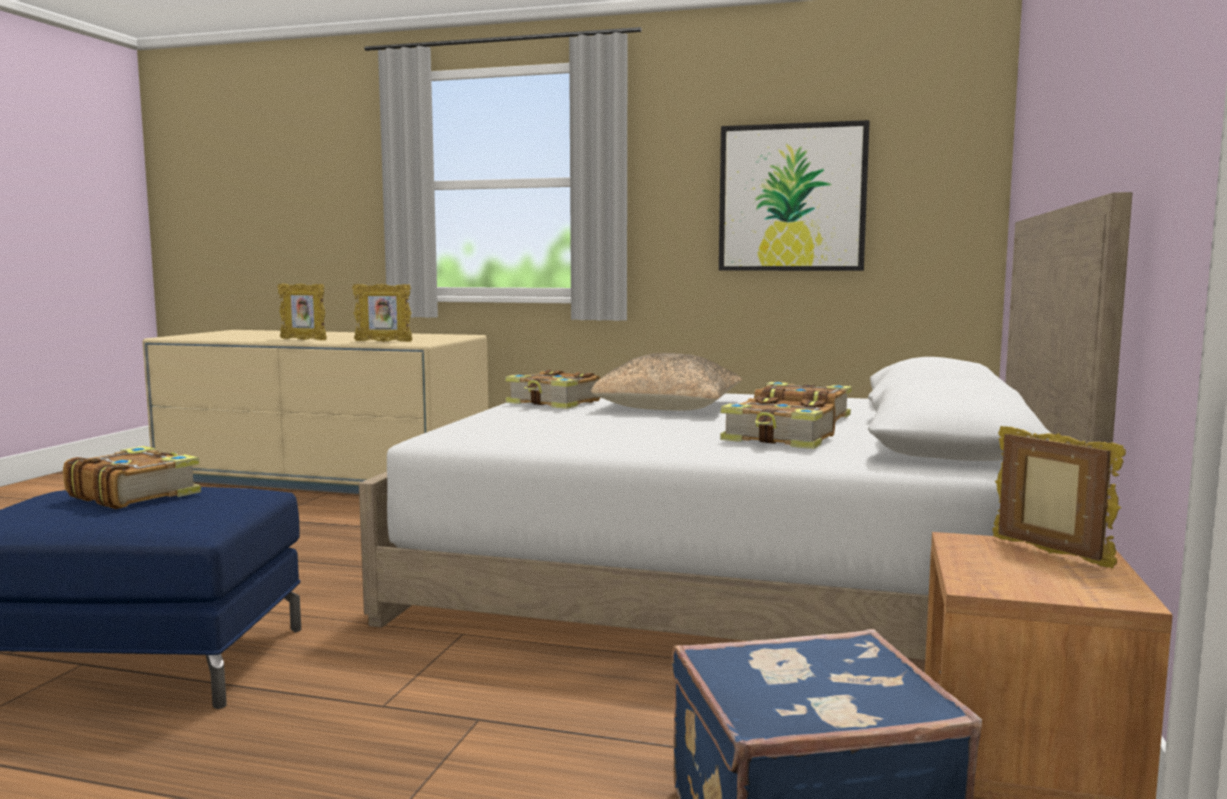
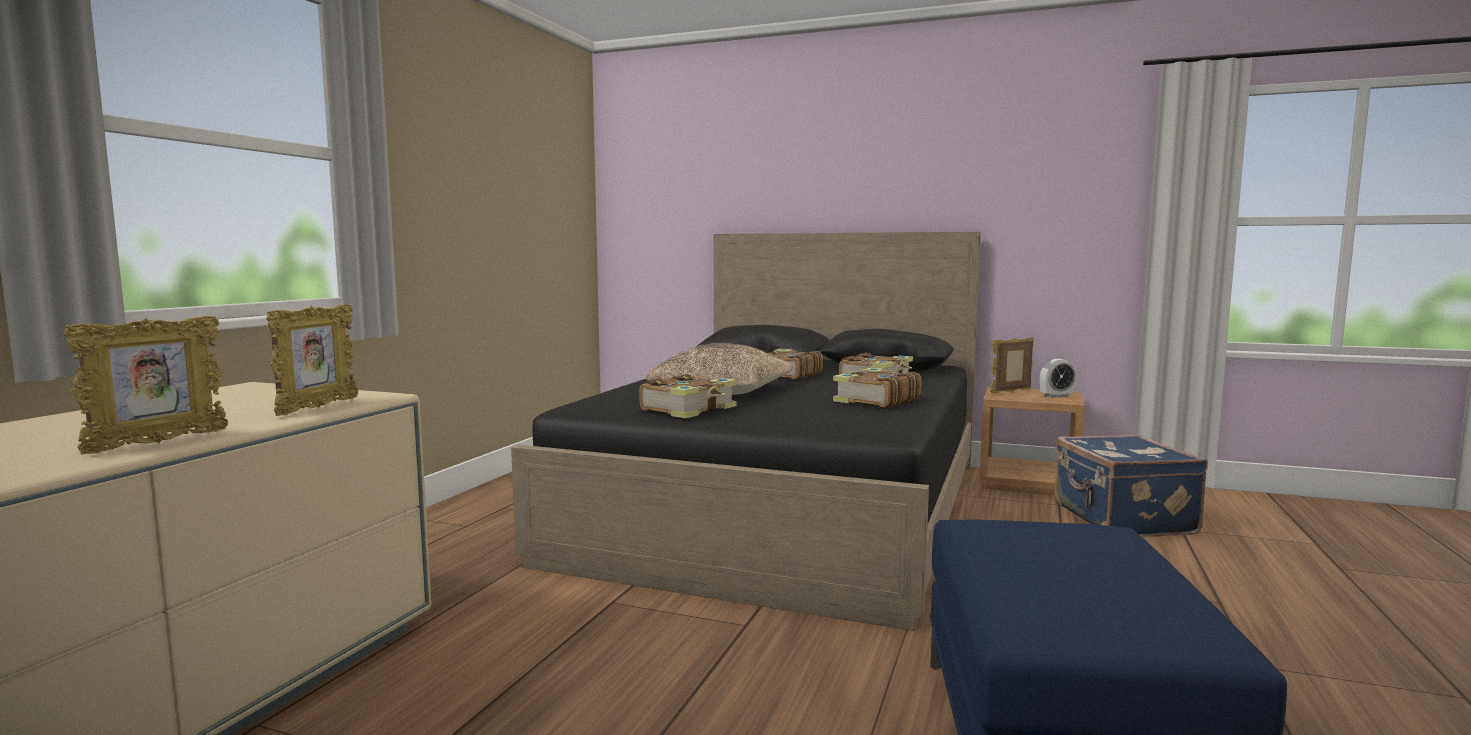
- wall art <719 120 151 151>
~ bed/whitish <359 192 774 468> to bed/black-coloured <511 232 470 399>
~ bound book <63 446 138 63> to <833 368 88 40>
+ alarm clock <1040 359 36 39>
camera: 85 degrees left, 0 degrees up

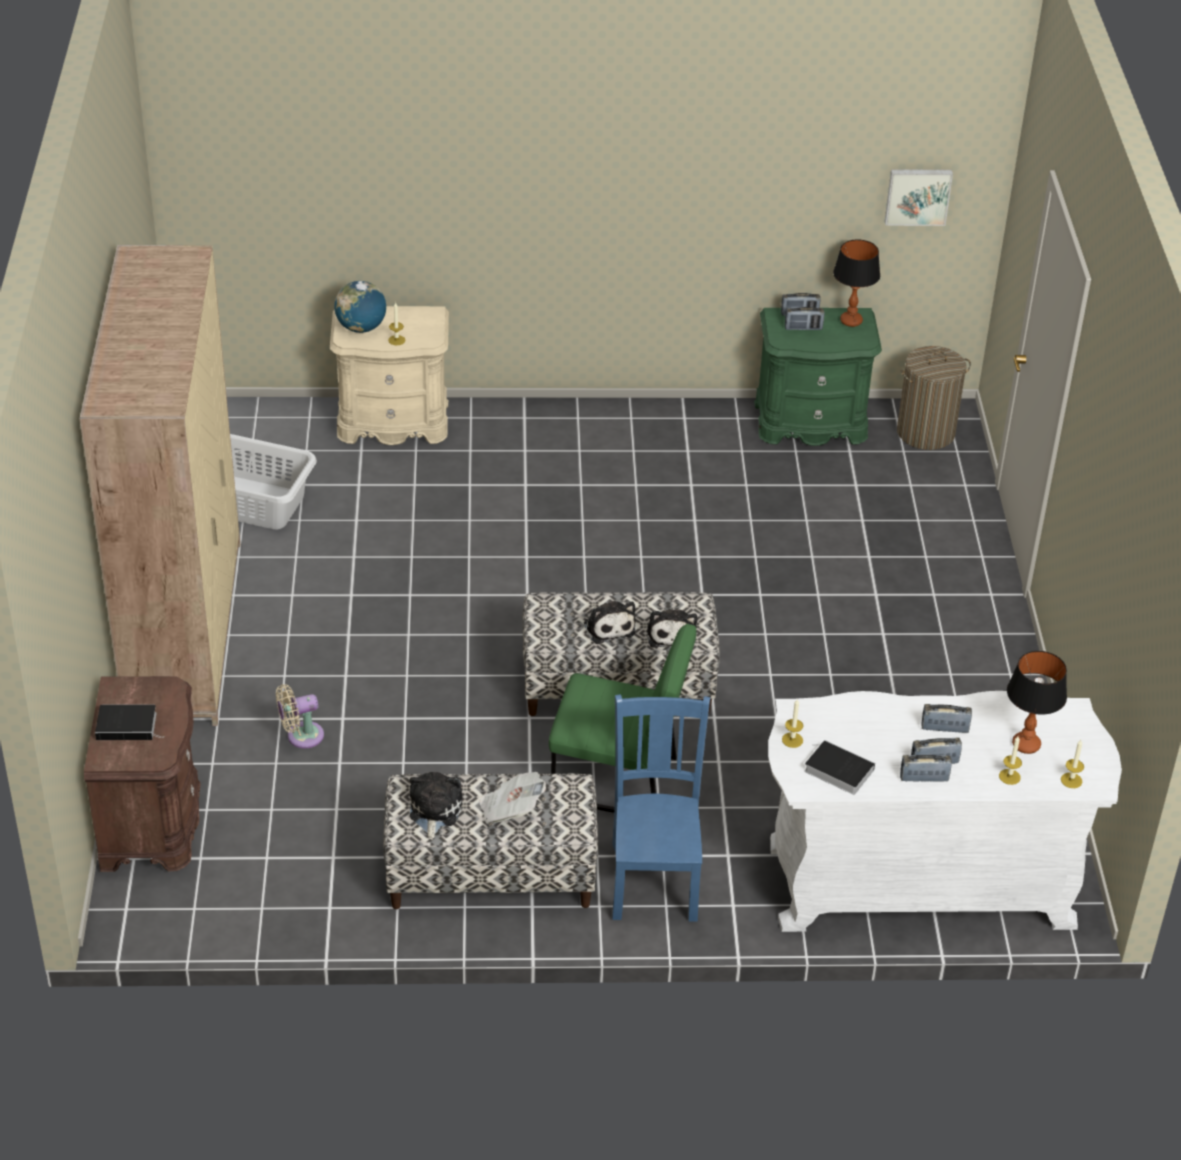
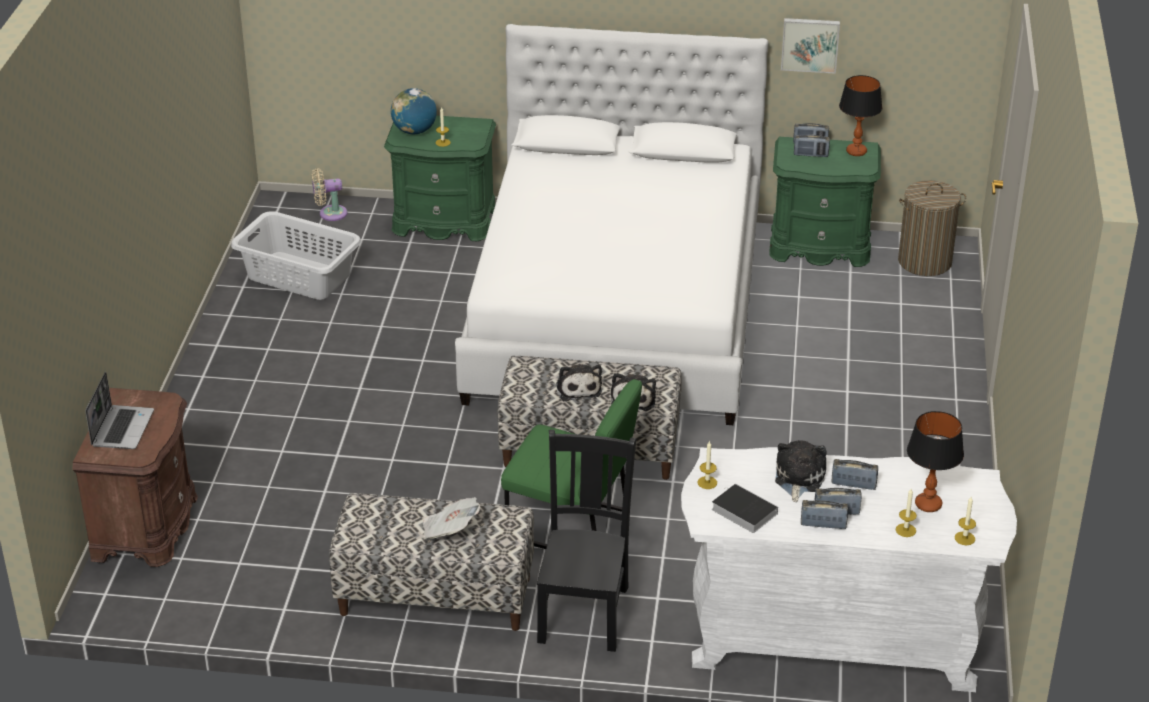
~ wall art <885 169 68 57> to <781 18 59 56>
- clothes cupboard/beige <80 245 160 481>
~ nightstand/beige <330 306 119 139> to nightstand/green <384 116 112 125>
~ electric fan/beige <276 684 48 64> to <312 168 35 53>
~ upright chair/bluish <612 694 98 228> to upright chair/black-coloured <537 430 99 222>
~ bound book <95 704 69 36> to portable computer <85 371 69 78>
~ plush toy <410 772 52 68> to <775 440 51 62>
+ bed/whitish <455 24 313 401>
camera: 10 degrees right, 5 degrees down

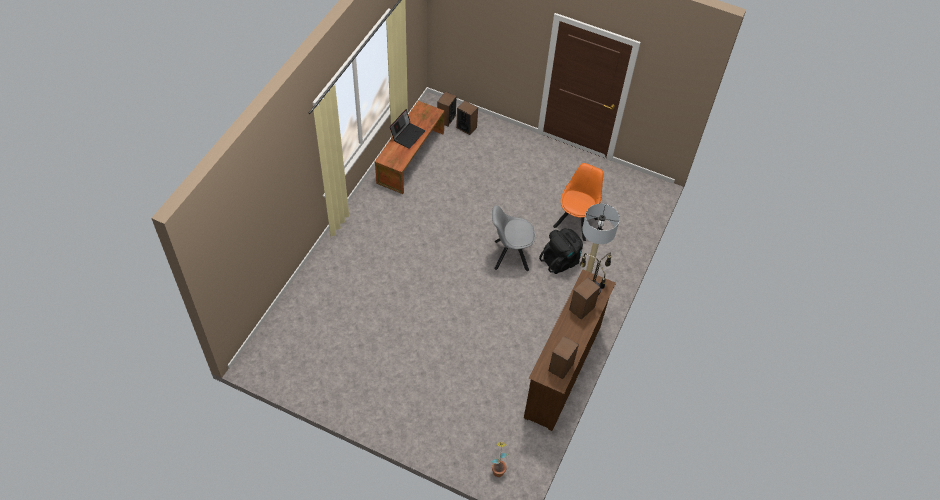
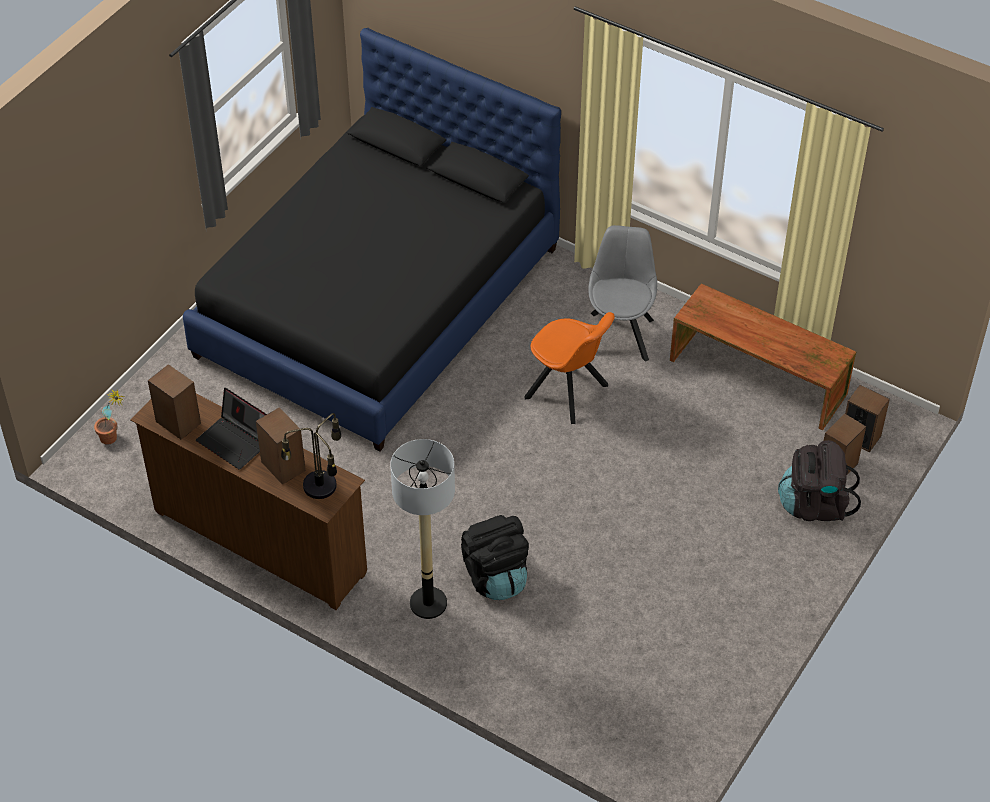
~ portable computer <390 109 35 40> to <196 388 71 82>
~ upright chair/orange-coloured <553 163 50 78> to <525 312 90 112>
~ upright chair/grey <492 205 43 66> to <588 225 69 137>
+ bed/black-coloured <183 28 378 424>
+ rucksack/black-coloured <778 440 83 81>
camera: 100 degrees right, 5 degrees down

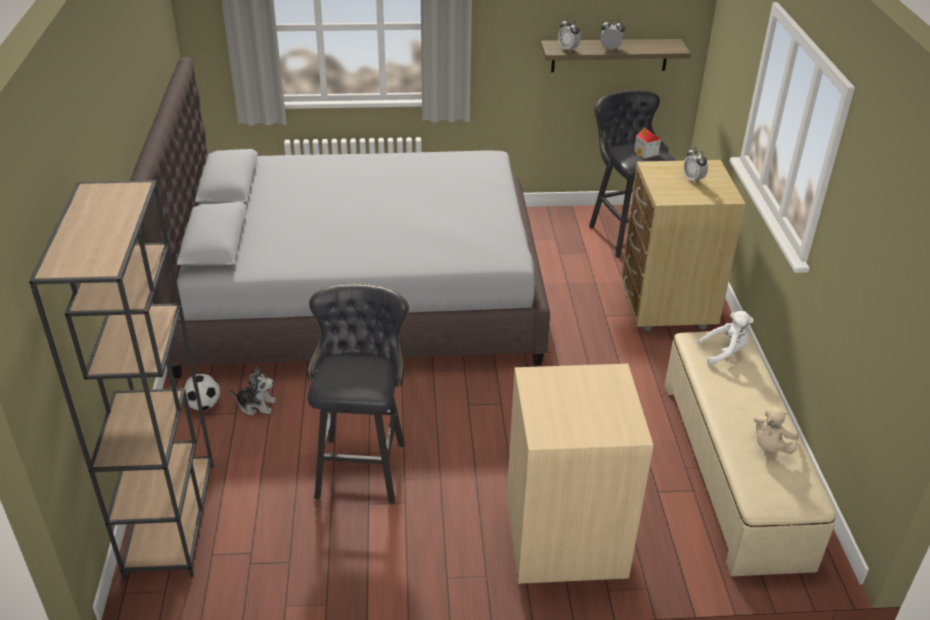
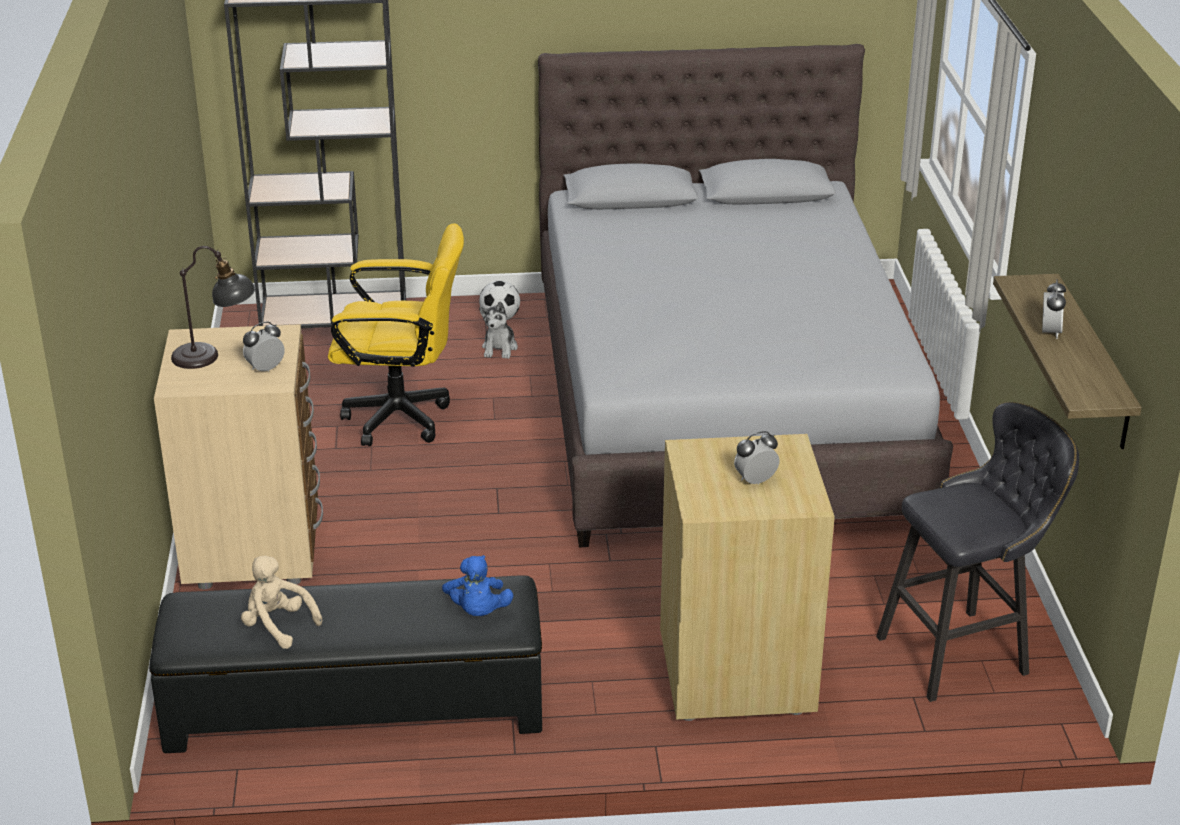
~ alarm clock <558 18 23 33> to <243 322 42 50>
- miniature house <634 127 27 32>
~ stool seat/black-coloured <307 284 102 220> to desk chair/yellow-coloured <328 224 136 223>
~ plush toy/whitish <697 311 57 54> to plush toy/bluish <442 555 71 61>
~ bench/beige <665 331 171 245> to bench/black-coloured <149 575 393 178>
+ table lamp/grey <171 246 84 123>
camera: 90 degrees right, 5 degrees down

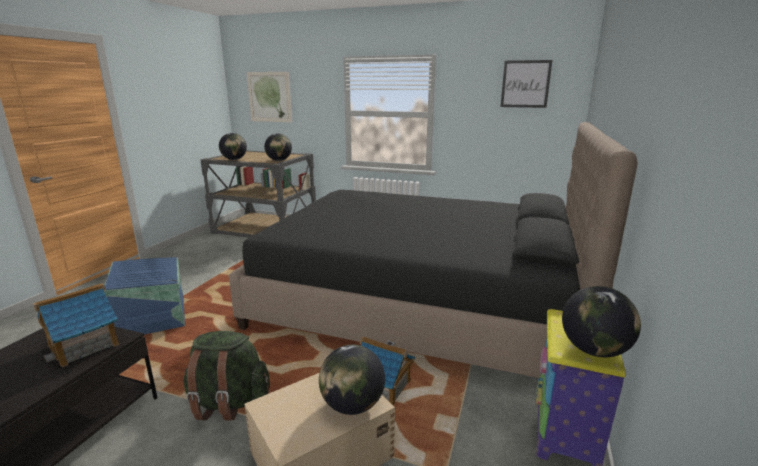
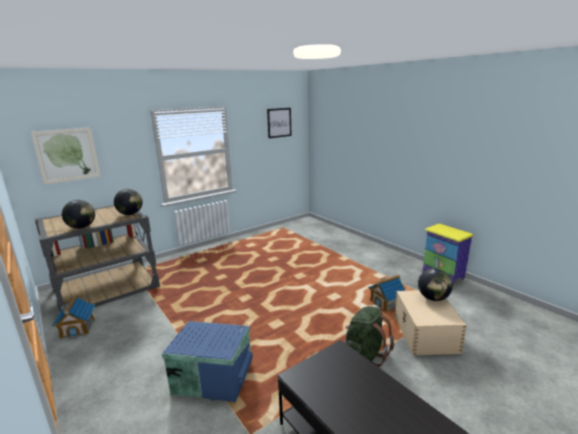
- bed/black-coloured <229 122 409 256>
~ miniature house <33 283 86 84> to <52 295 43 44>
- desk globe <562 286 79 71>
camera: 55 degrees left, 0 degrees up

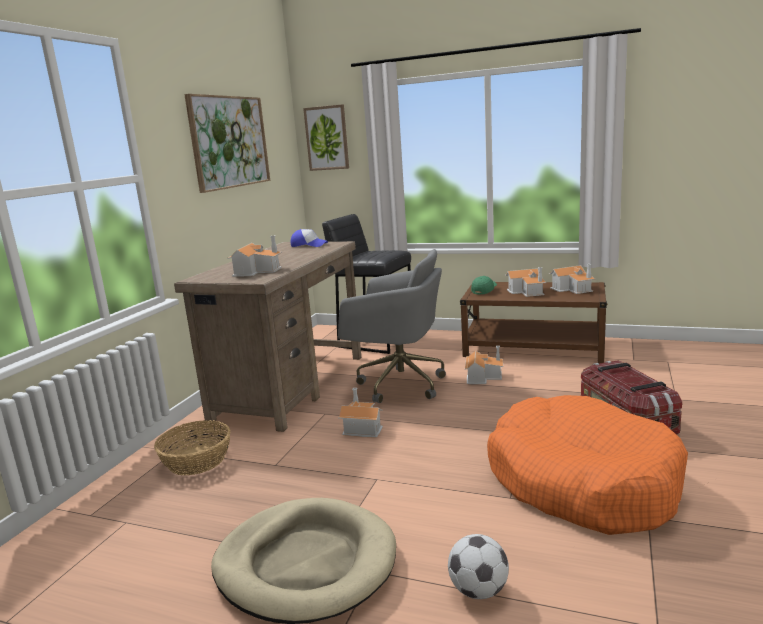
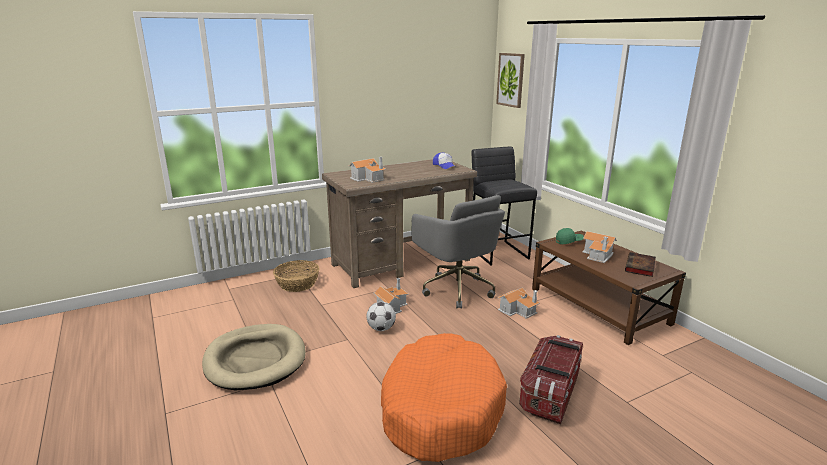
- wall art <184 94 86 99>
~ miniature house <549 264 46 30> to bound book <625 252 31 25>
~ football ball <448 534 61 65> to <367 302 29 29>
camera: 40 degrees right, 5 degrees up

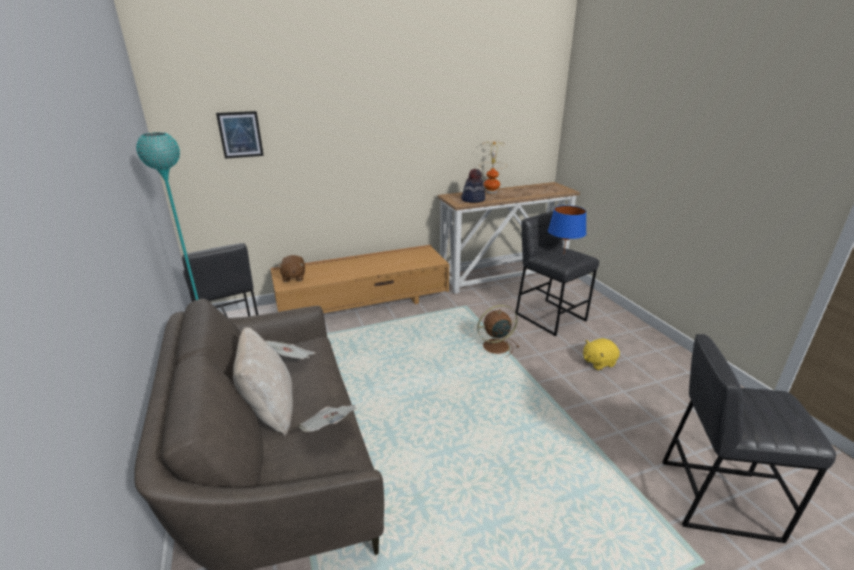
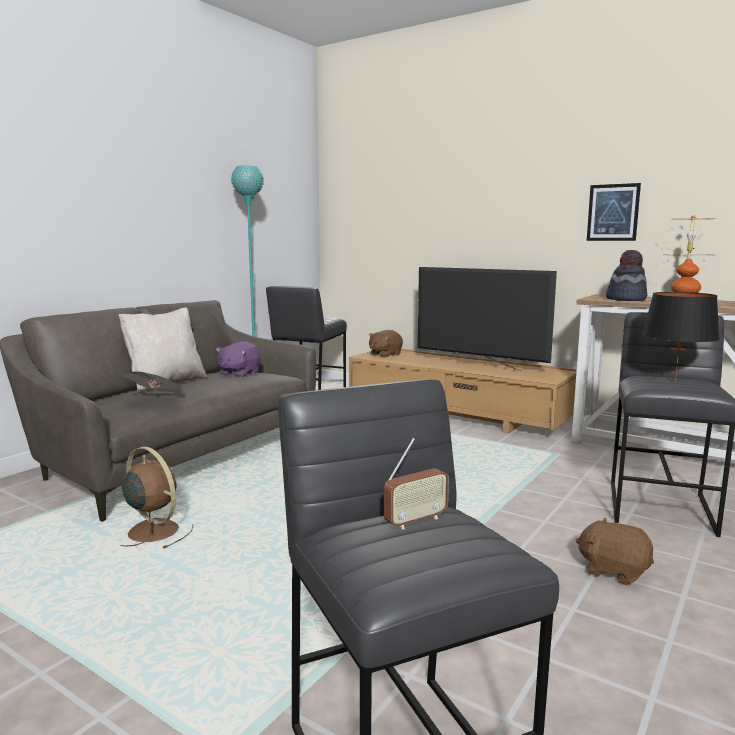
~ wall art <216 111 48 48> to <587 183 54 58>
~ table lamp/bluish <548 205 38 50> to table lamp/black-coloured <642 292 78 89>
~ electric fan/brown <477 305 42 52> to <121 447 72 102>
~ plush toy/yellow-coloured <583 338 37 33> to plush toy/brown <576 517 78 68>
~ newspaper <265 341 51 18> to plush toy/purple <216 342 45 36>
+ TV <418 267 139 104>
+ radio <384 438 65 92>
camera: 55 degrees right, 15 degrees down

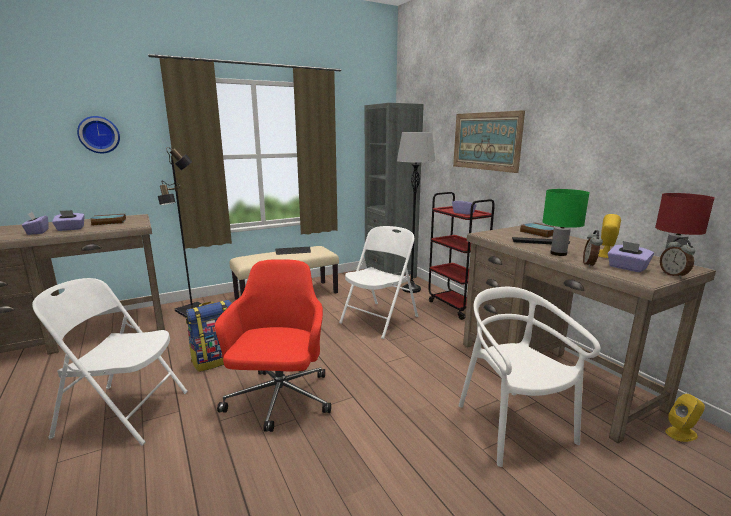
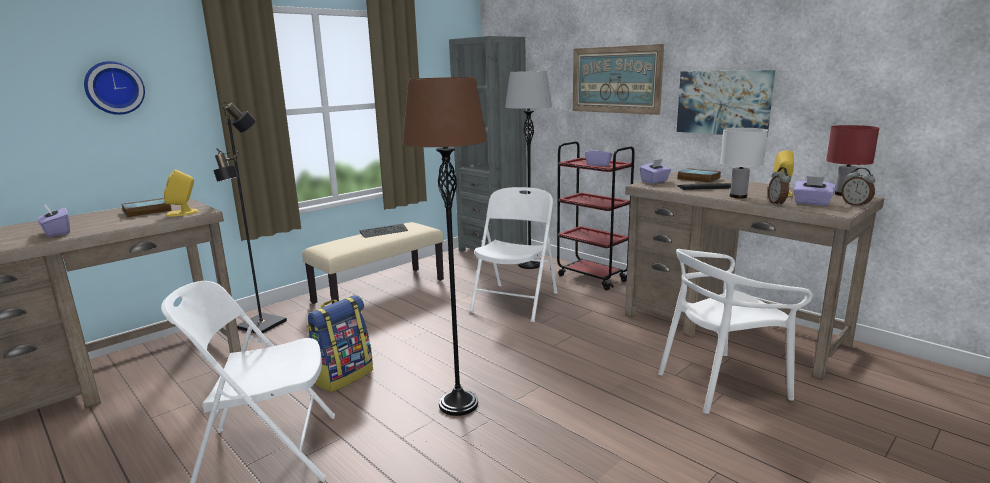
~ table lamp/green <542 189 47 67> to table lamp/whitish <720 128 48 70>
~ tissue holder/purple <52 210 33 21> to <640 159 31 25>
~ desk chair/reddish <215 259 116 173> to standing lamp/brown <402 77 86 339>
~ upright chair/whitish <459 287 142 180> = <658 249 155 165> 75 degrees counterclockwise
~ loudspeaker/yellow-coloured <665 394 40 48> to <164 169 35 48>
+ wall art <677 70 98 67>
camera: 15 degrees left, 0 degrees up

